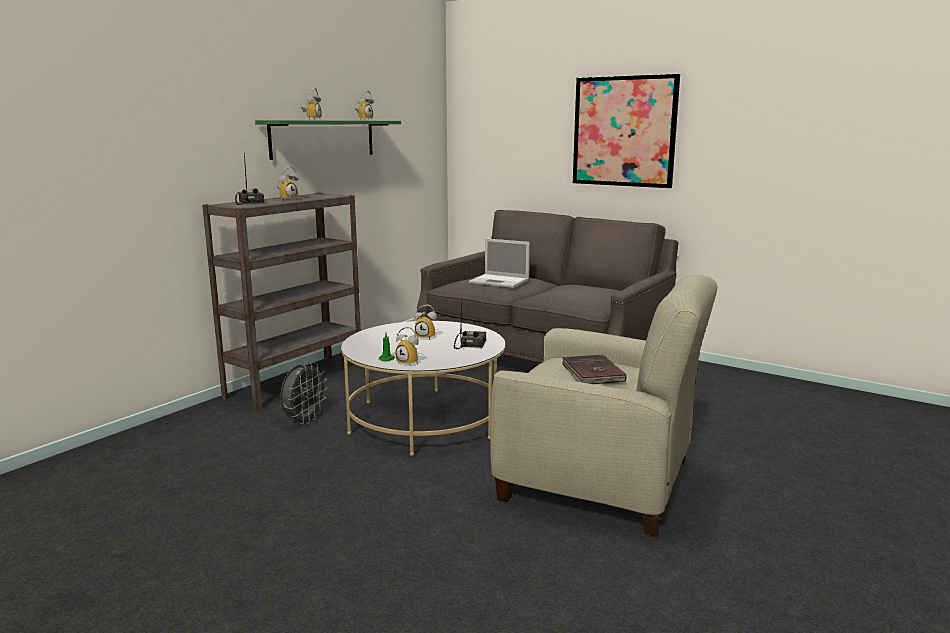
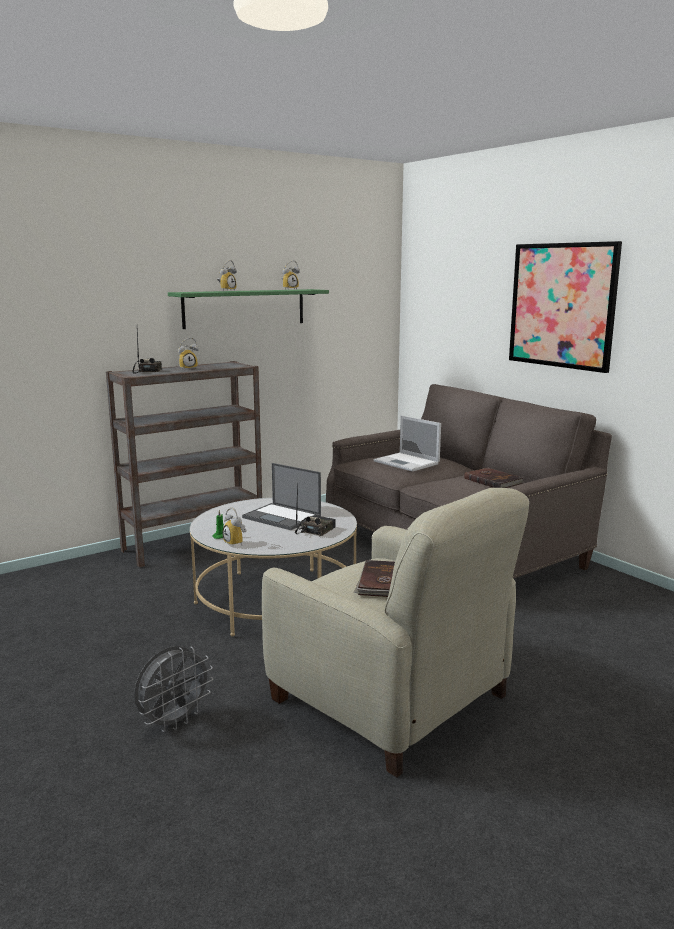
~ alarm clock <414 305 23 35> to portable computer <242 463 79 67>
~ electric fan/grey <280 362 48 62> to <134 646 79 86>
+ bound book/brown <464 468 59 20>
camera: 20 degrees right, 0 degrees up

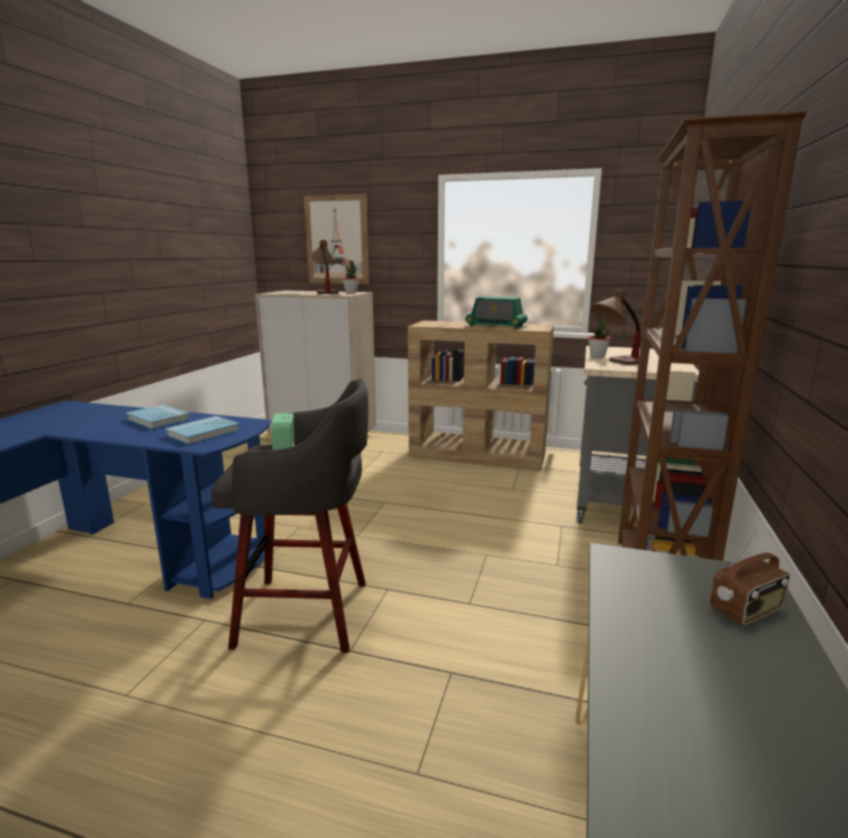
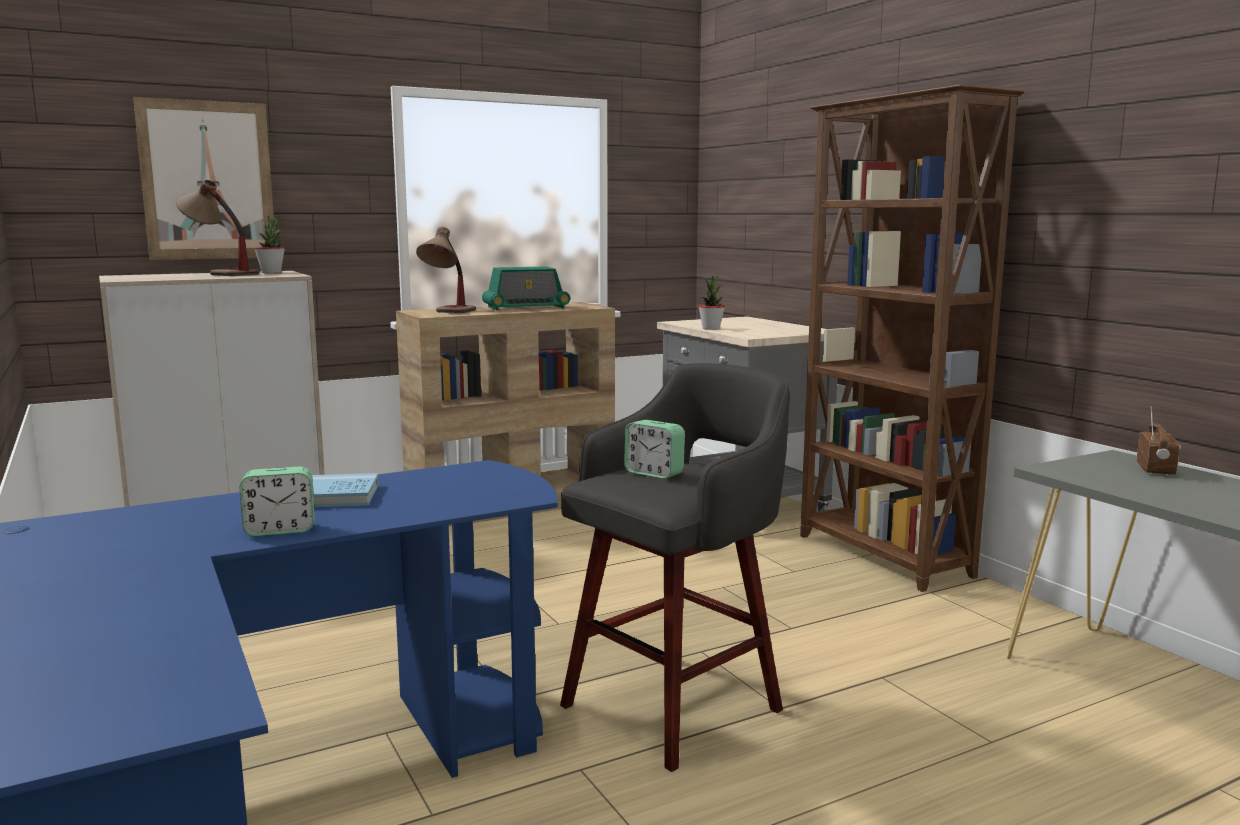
~ table lamp <591 289 49 76> to <416 227 60 86>
- bound book/bluish <165 416 75 28>
+ alarm clock <239 466 76 70>
camera: 45 degrees left, 5 degrees down

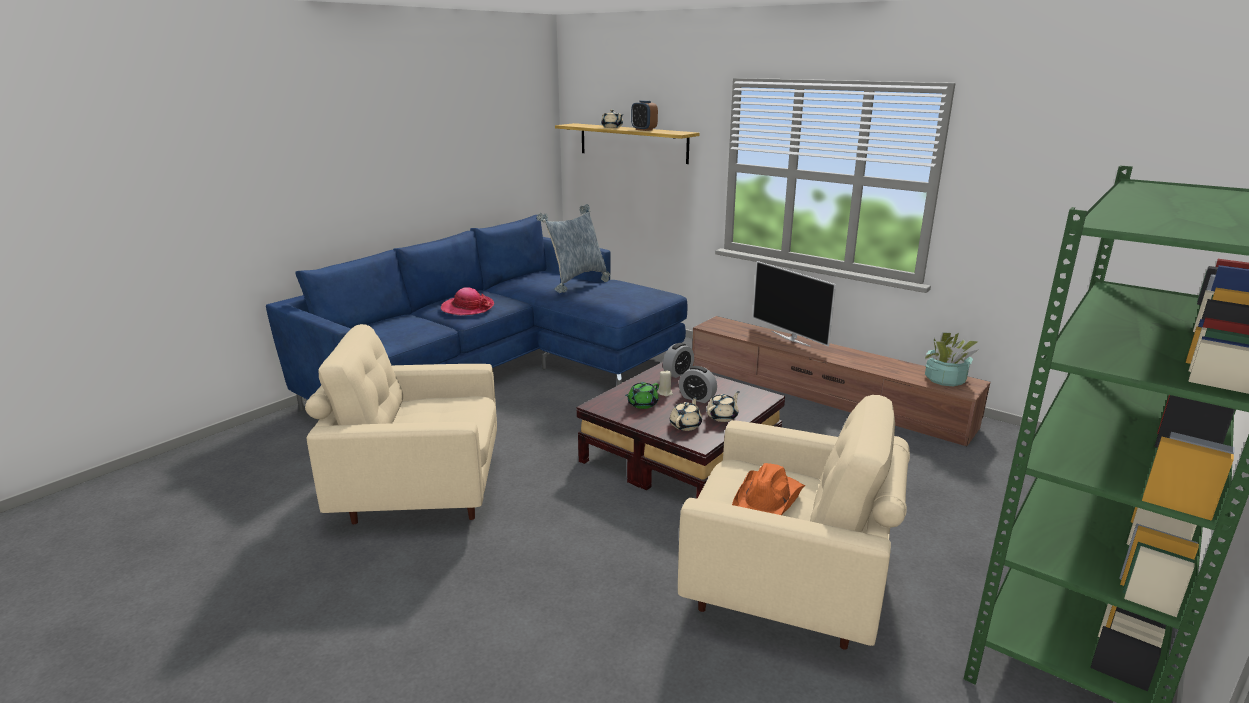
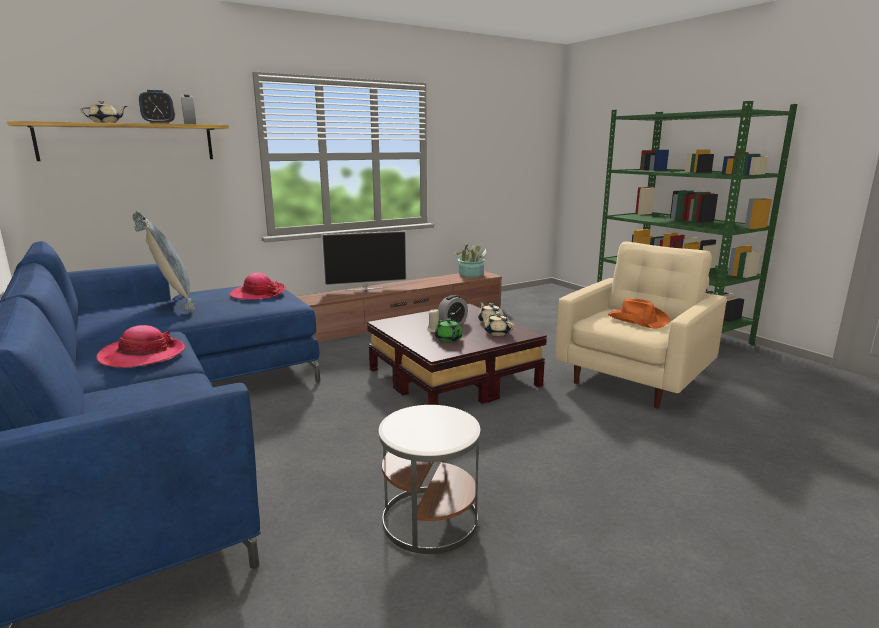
~ lounge chair/beige <305 324 192 200> to accent table/whitish <379 405 101 149>
~ alarm clock <663 343 31 35> to <181 94 15 30>
+ wearable hat <229 273 57 27>
camera: 70 degrees left, 5 degrees down

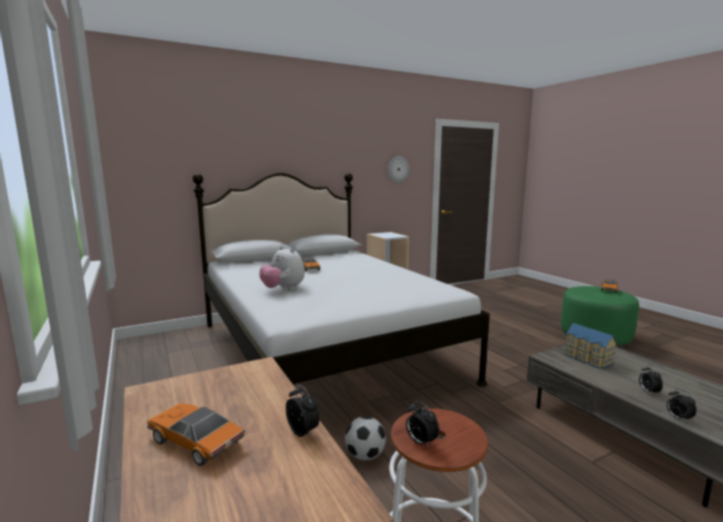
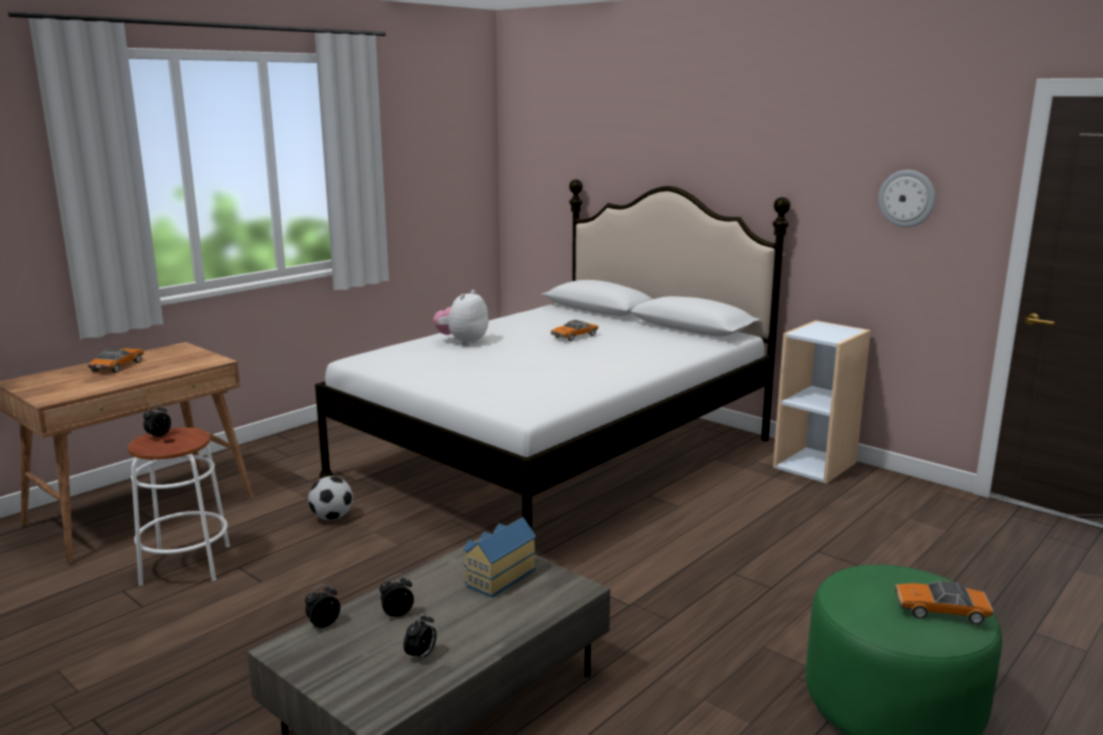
~ alarm clock <286 384 33 53> to <404 612 32 51>
camera: 70 degrees right, 5 degrees up

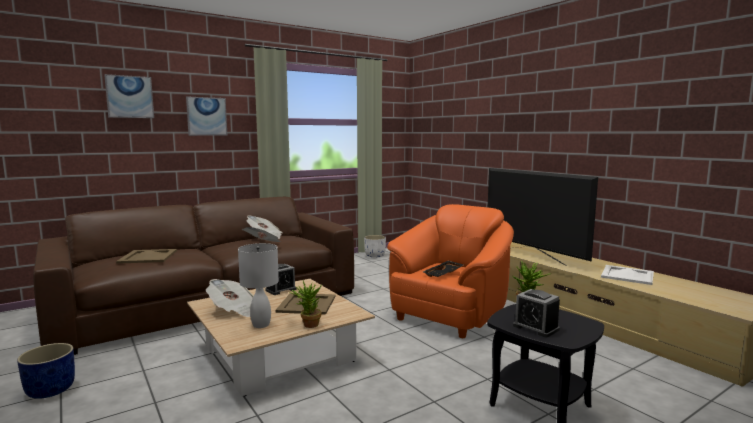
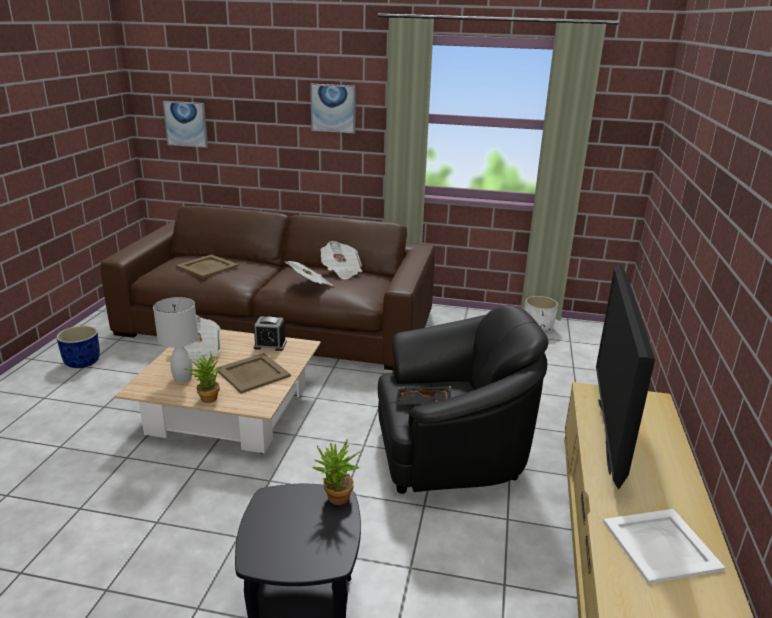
~ wall art <104 74 50 44> to <163 101 45 47>
~ lounge chair/orange-coloured <387 204 127 134> to lounge chair/black-coloured <378 305 170 189>
- alarm clock <513 289 47 48>
camera: 45 degrees right, 15 degrees up

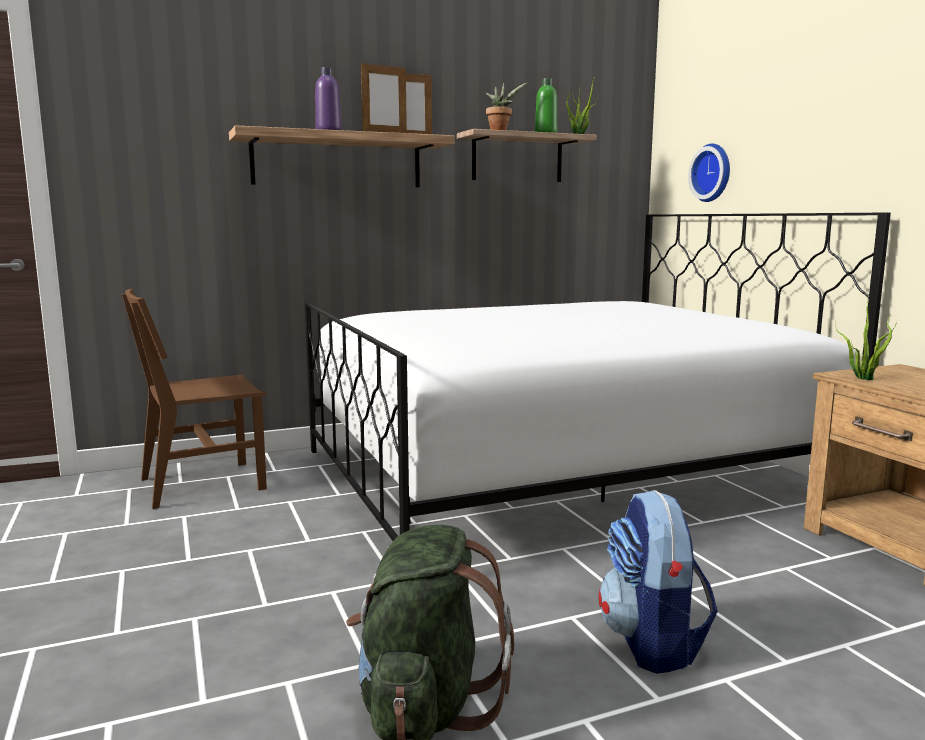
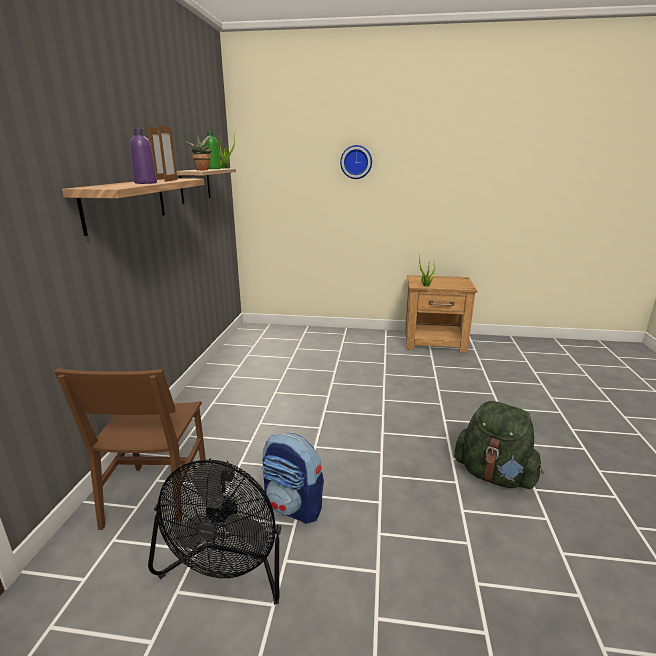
~ clock on the wall <688 144 42 58> to <340 145 32 34>
- bed/whitish <305 212 586 329>
~ rucksack <599 490 119 184> to <262 433 62 91>
+ electric fan/black-coloured <148 458 133 147>
camera: 60 degrees left, 10 degrees up

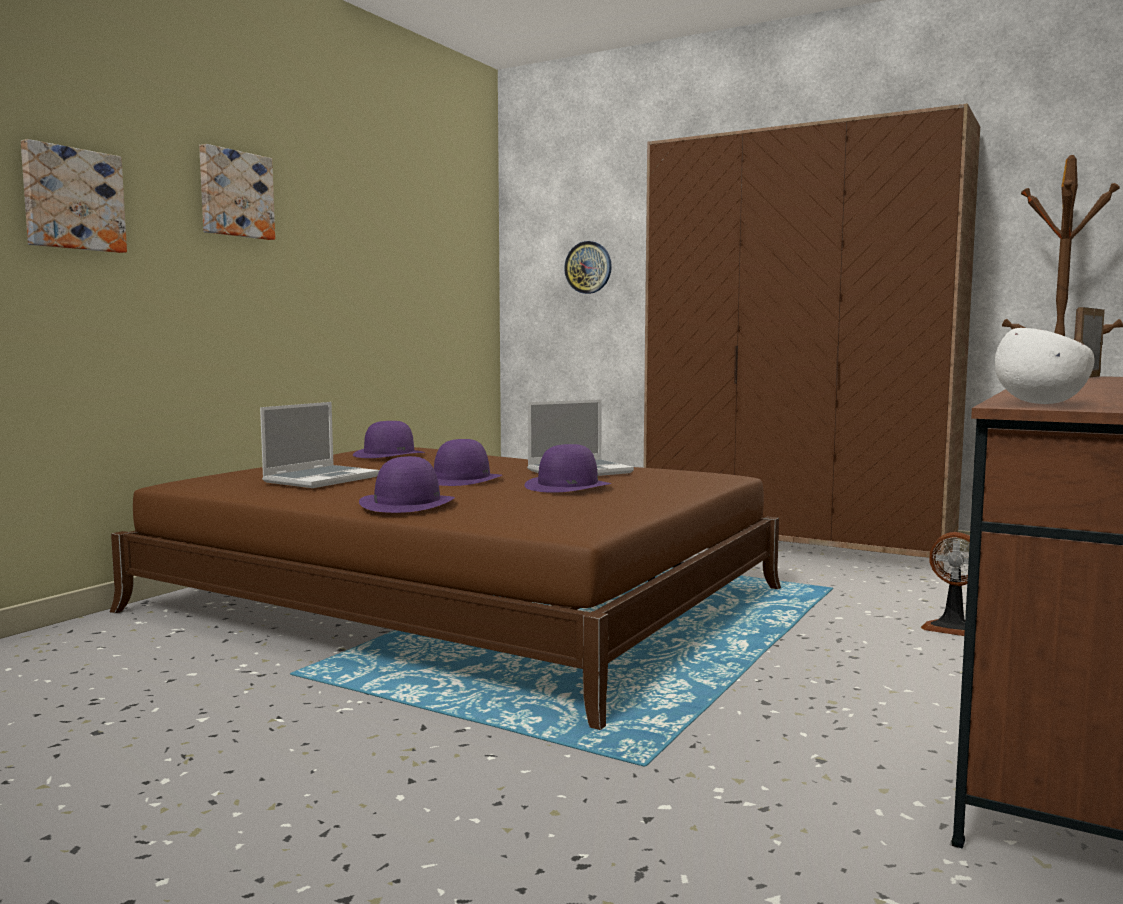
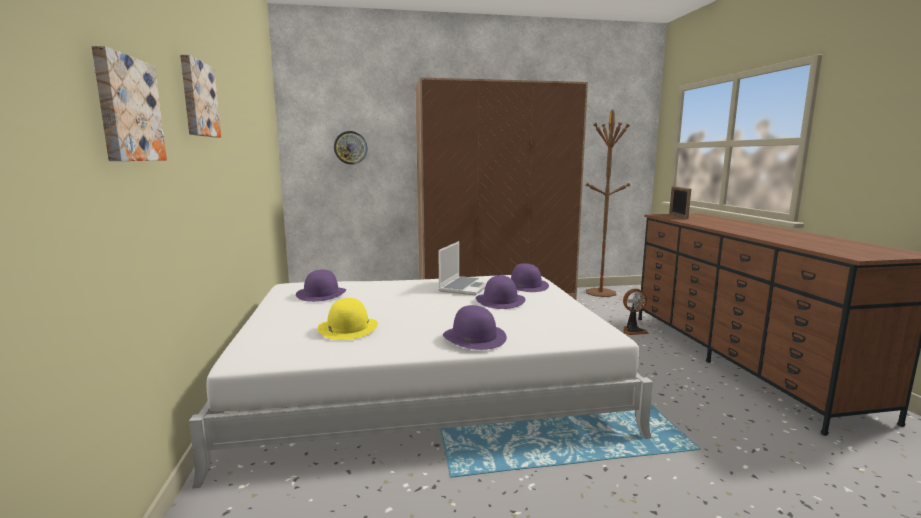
- bowl/whitish <995 328 99 76>
~ portable computer <260 402 120 86> to wearable hat/yellow-coloured <317 298 61 42>
~ wearable hat/purple <434 439 68 47> to <511 263 38 29>
~ bed/brown <110 447 671 283> to bed/whitish <189 275 464 213>
camera: 40 degrees left, 5 degrees up

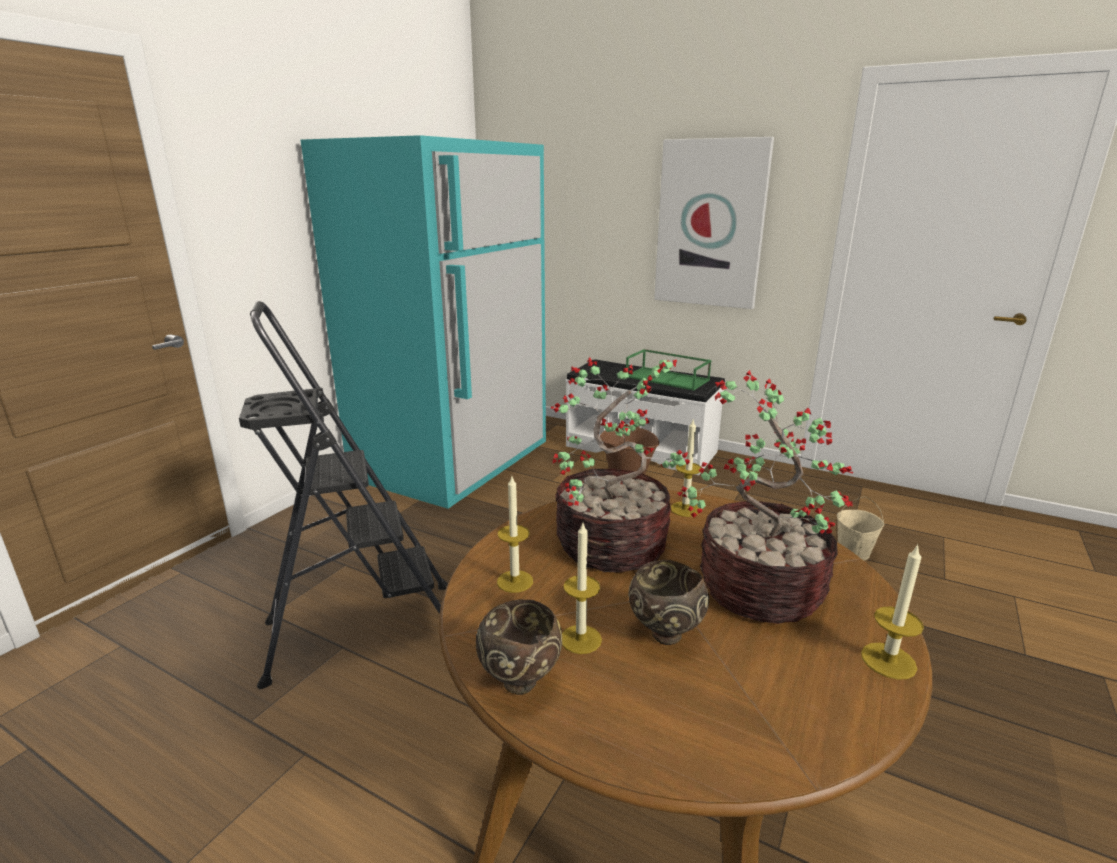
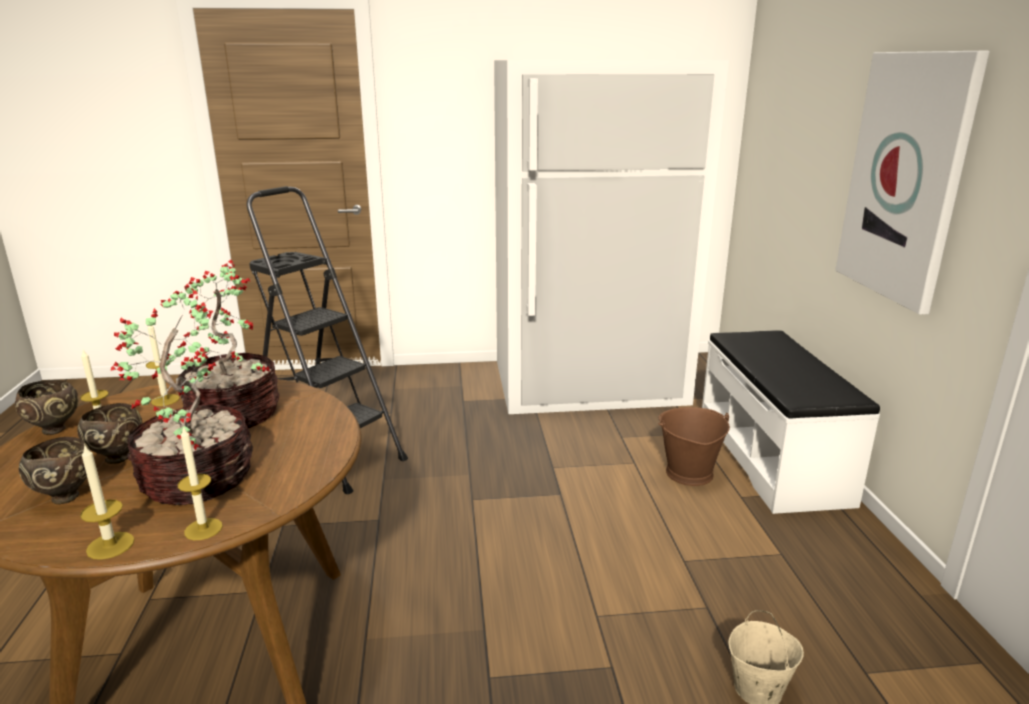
~ fridge/turquoise <301 135 245 374> to fridge/whitish <494 60 235 354>
- serving tray/green <626 349 86 42>
~ wax light <671 418 30 99> to <177 426 46 114>
+ bowl/brown <19 437 71 67>
camera: 55 degrees right, 0 degrees up

